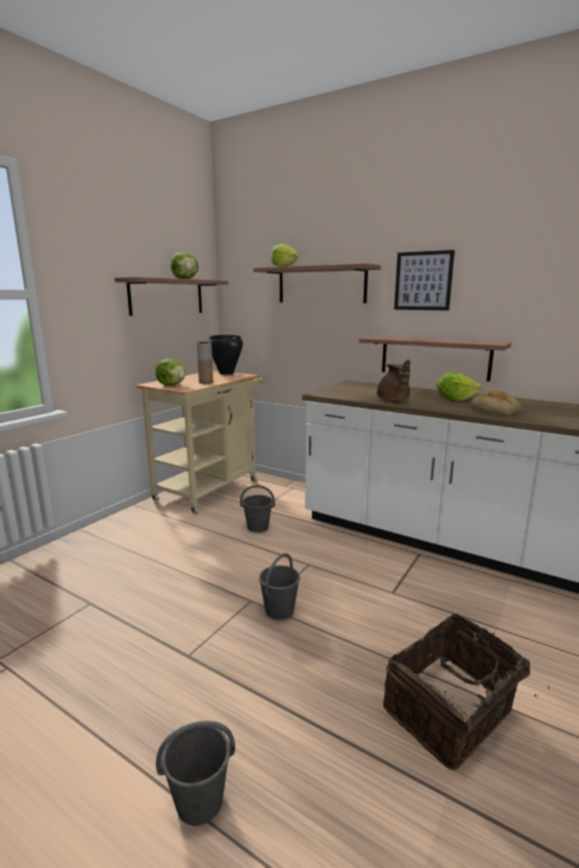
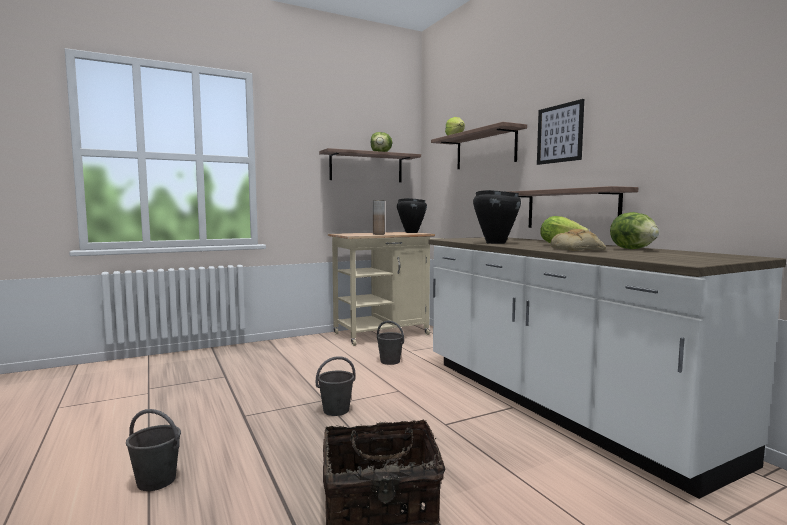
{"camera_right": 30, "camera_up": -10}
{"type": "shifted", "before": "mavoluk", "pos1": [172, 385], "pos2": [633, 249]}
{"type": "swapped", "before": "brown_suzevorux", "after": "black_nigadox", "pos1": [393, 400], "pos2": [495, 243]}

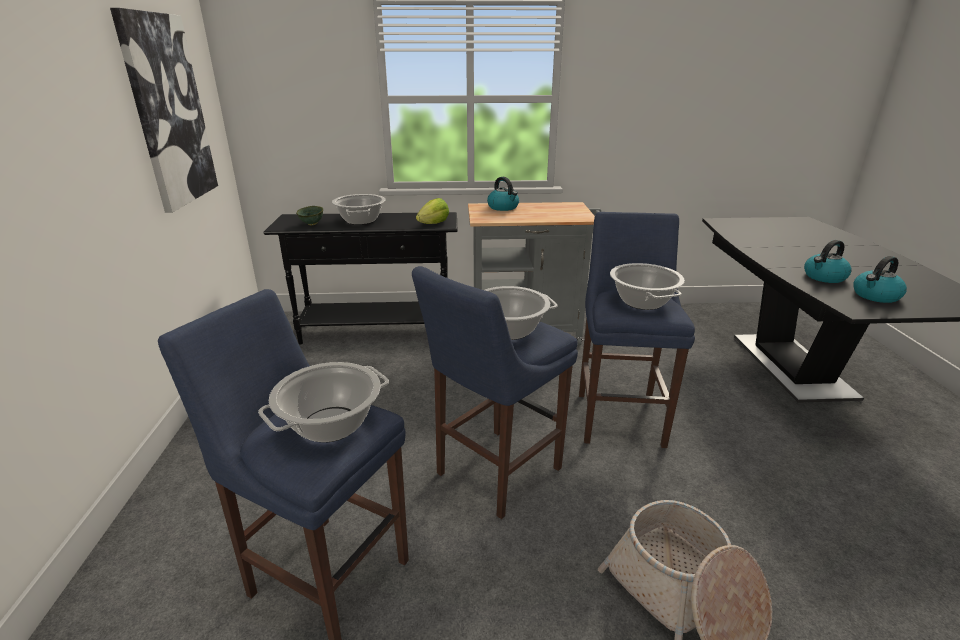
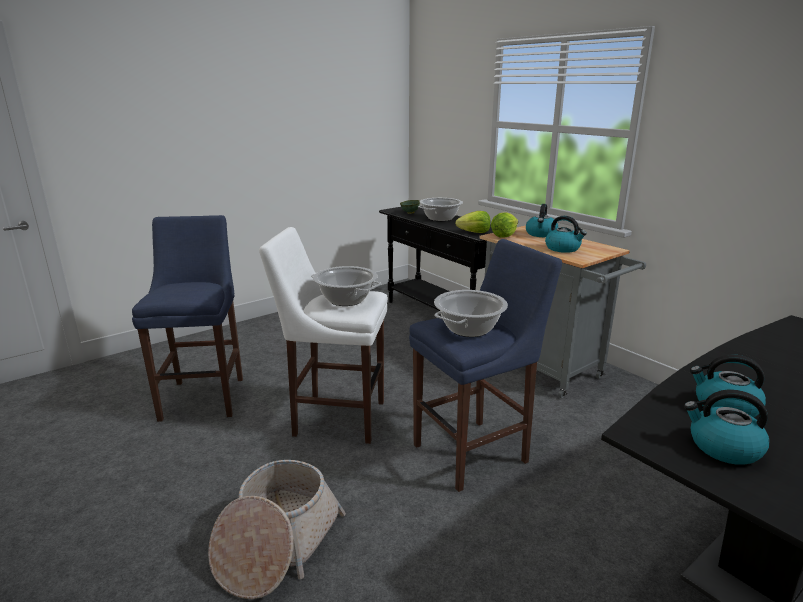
{"camera_right": 55, "camera_up": -5}
{"type": "gone", "before": "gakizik", "pos1": [168, 111]}
{"type": "gone", "before": "nigadox", "pos1": [331, 424]}
{"type": "repainted", "before": "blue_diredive", "after": "white_diredive", "pos1": [494, 473], "pos2": [335, 417]}
{"type": "new", "after": "mavoluk", "pos2": [504, 235]}
{"type": "new", "after": "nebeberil", "pos2": [563, 248]}

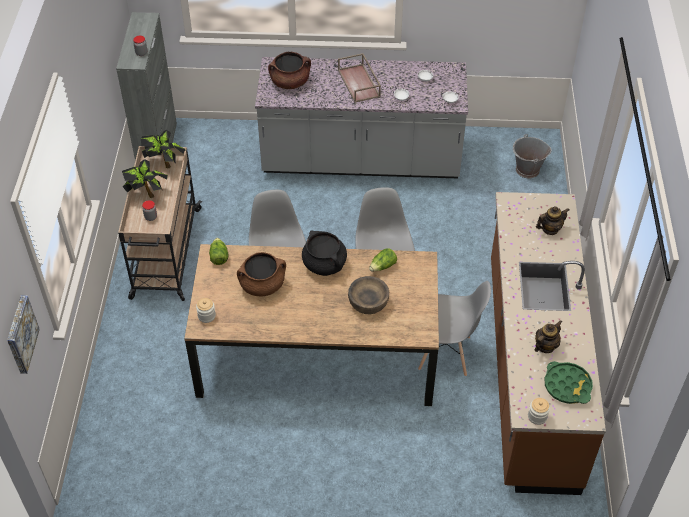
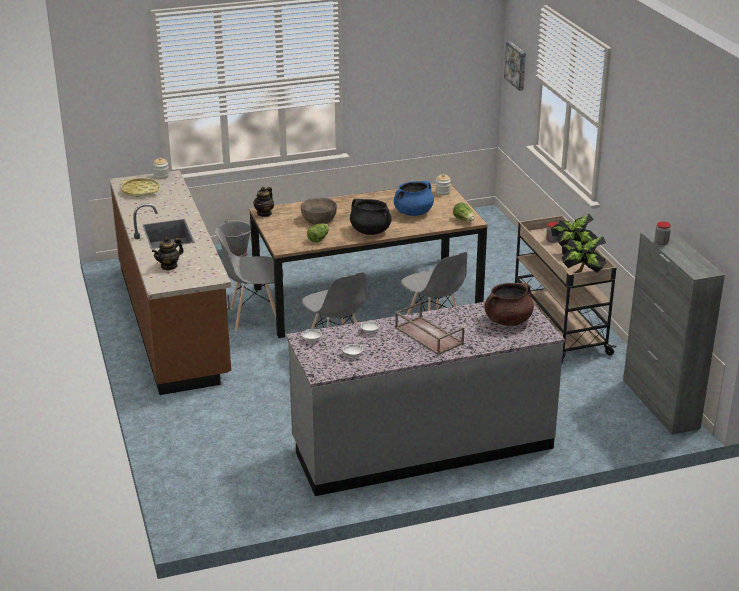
{"camera_right": 160, "camera_up": -20}
{"type": "repainted", "before": "brown_nigadox", "after": "blue_nigadox", "pos1": [262, 285], "pos2": [413, 212]}
{"type": "shifted", "before": "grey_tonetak", "pos1": [527, 170], "pos2": [235, 254]}
{"type": "shifted", "before": "suzevorux", "pos1": [545, 346], "pos2": [264, 213]}
{"type": "repainted", "before": "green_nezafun", "after": "yellow_nezafun", "pos1": [567, 386], "pos2": [140, 191]}

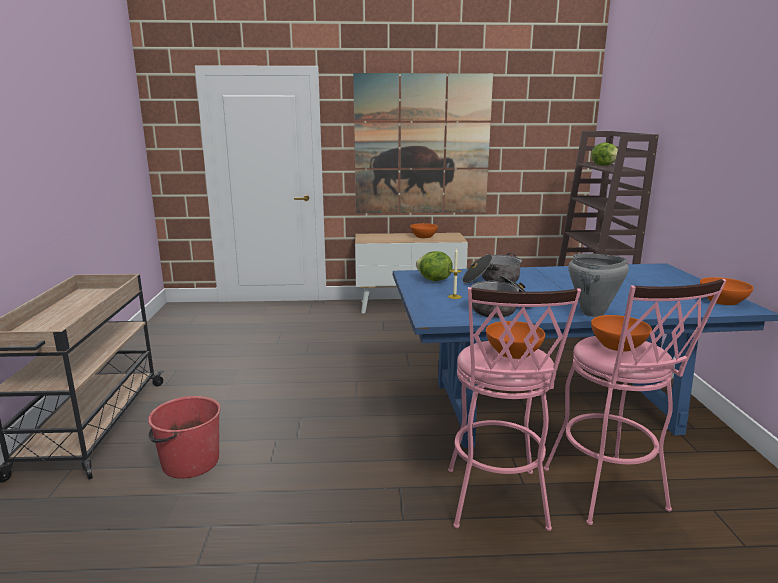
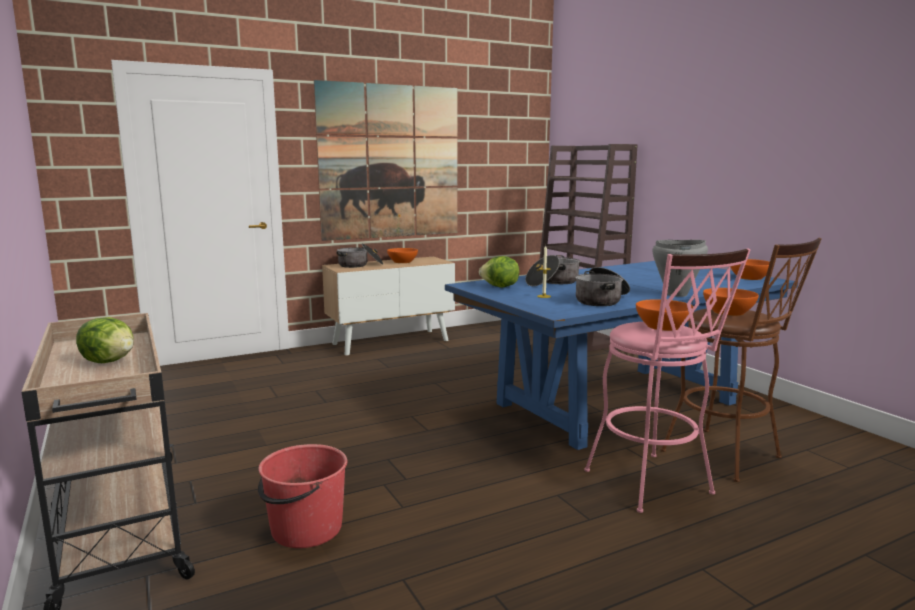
{"camera_right": -25, "camera_up": -5}
{"type": "repainted", "before": "pink_diredive", "after": "brown_diredive", "pos1": [609, 495], "pos2": [729, 457]}
{"type": "shifted", "before": "mavoluk", "pos1": [604, 165], "pos2": [110, 361]}
{"type": "new", "after": "nigadox", "pos2": [360, 265]}

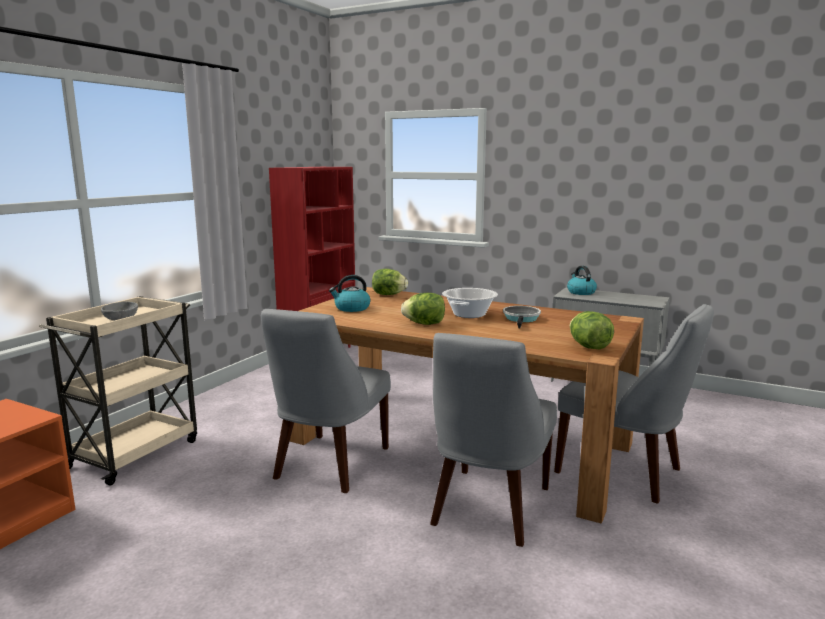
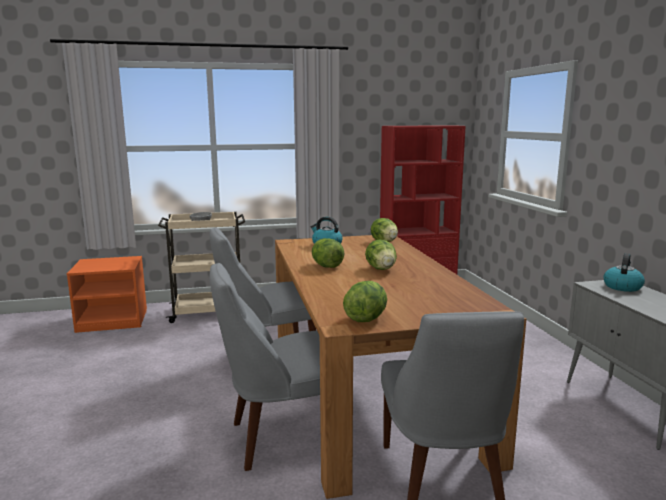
{"camera_right": 50, "camera_up": 0}
{"type": "swapped", "before": "nigadox", "after": "mavoluk", "pos1": [469, 314], "pos2": [381, 269]}
{"type": "gone", "before": "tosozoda", "pos1": [521, 319]}

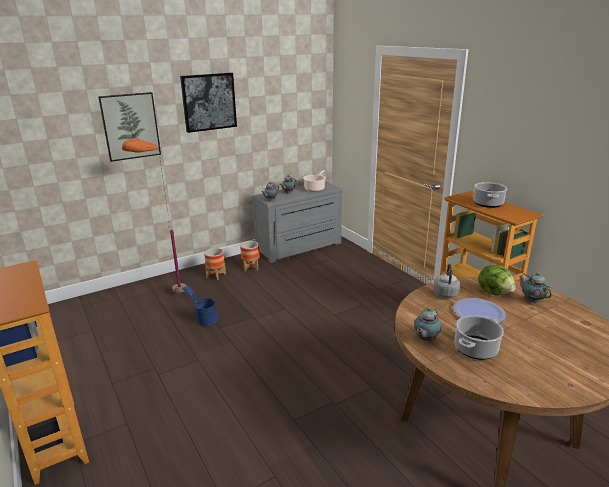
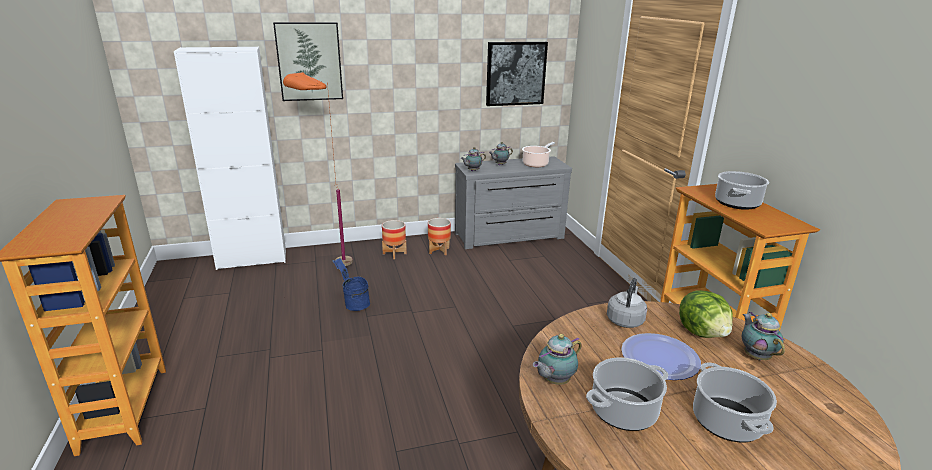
{"camera_right": 15, "camera_up": 0}
{"type": "shifted", "before": "gakizik", "pos1": [209, 102], "pos2": [515, 73]}
{"type": "new", "after": "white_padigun", "pos2": [252, 259]}
{"type": "new", "after": "nigadox", "pos2": [727, 422]}

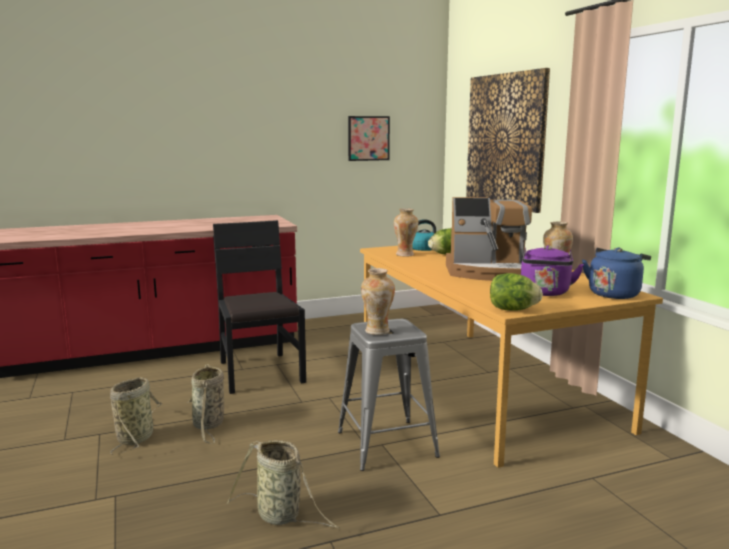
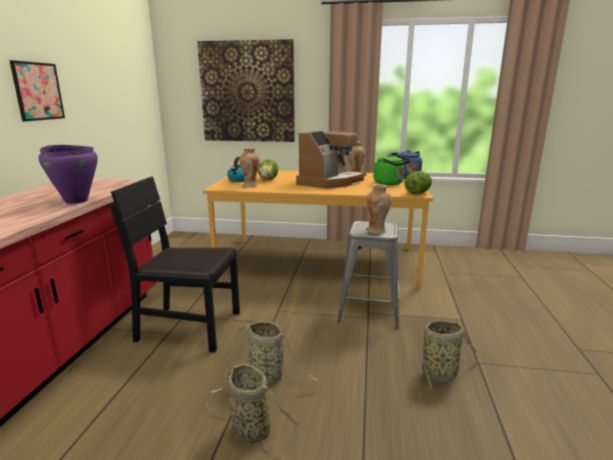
{"camera_right": -60, "camera_up": 5}
{"type": "shifted", "before": "gakizik", "pos1": [368, 138], "pos2": [38, 91]}
{"type": "repainted", "before": "purple_nebeberil", "after": "green_nebeberil", "pos1": [545, 293], "pos2": [390, 183]}
{"type": "new", "after": "purple_nigadox", "pos2": [76, 201]}

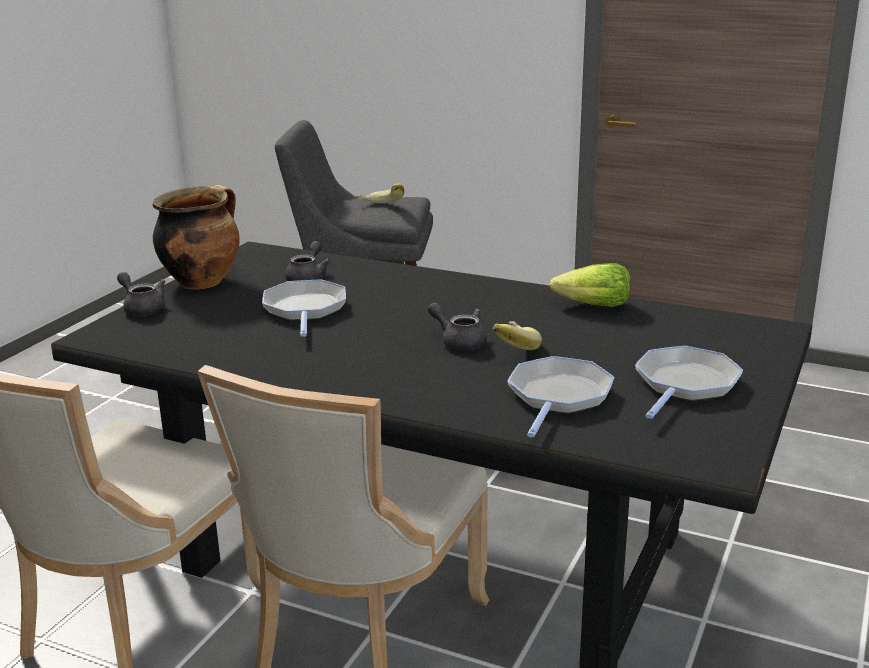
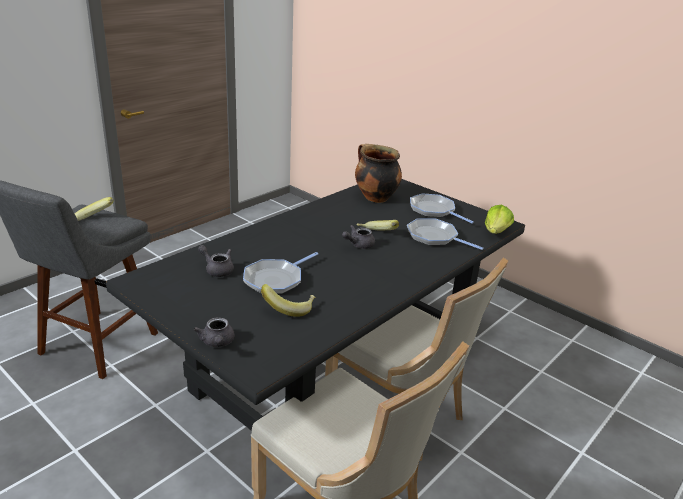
{"camera_right": -75, "camera_up": 5}
{"type": "rotated", "before": "grey_suzevorux", "pos1": [142, 308], "pos2": [217, 343], "turn": -75}
{"type": "shifted", "before": "nigadox", "pos1": [202, 281], "pos2": [374, 197]}
{"type": "rotated", "before": "tosozoda", "pos1": [305, 310], "pos2": [275, 279], "turn": -60}
{"type": "shifted", "before": "mavoluk", "pos1": [593, 306], "pos2": [496, 232]}
{"type": "new", "after": "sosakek", "pos2": [289, 308]}

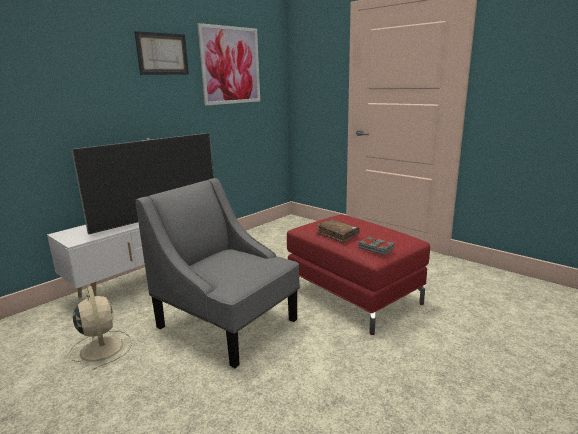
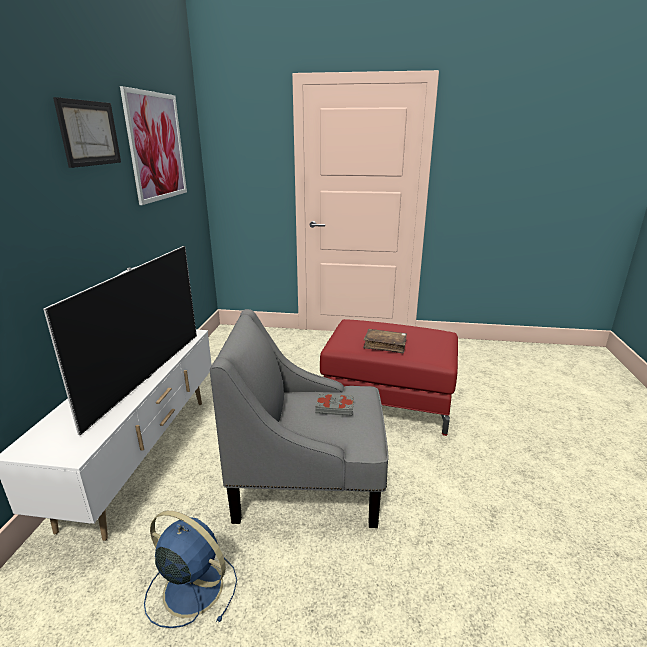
{"camera_right": -35, "camera_up": 5}
{"type": "repainted", "before": "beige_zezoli", "after": "blue_zezoli", "pos1": [101, 347], "pos2": [191, 587]}
{"type": "shifted", "before": "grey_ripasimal", "pos1": [376, 248], "pos2": [335, 407]}

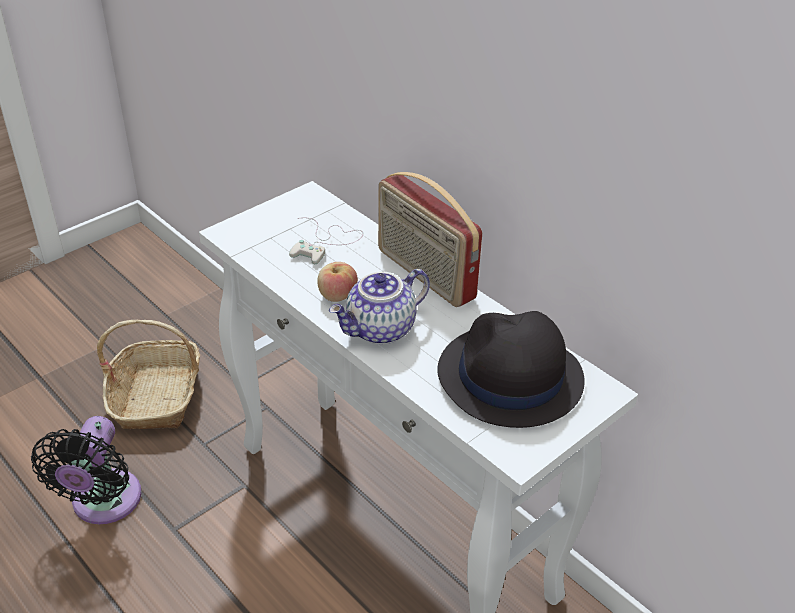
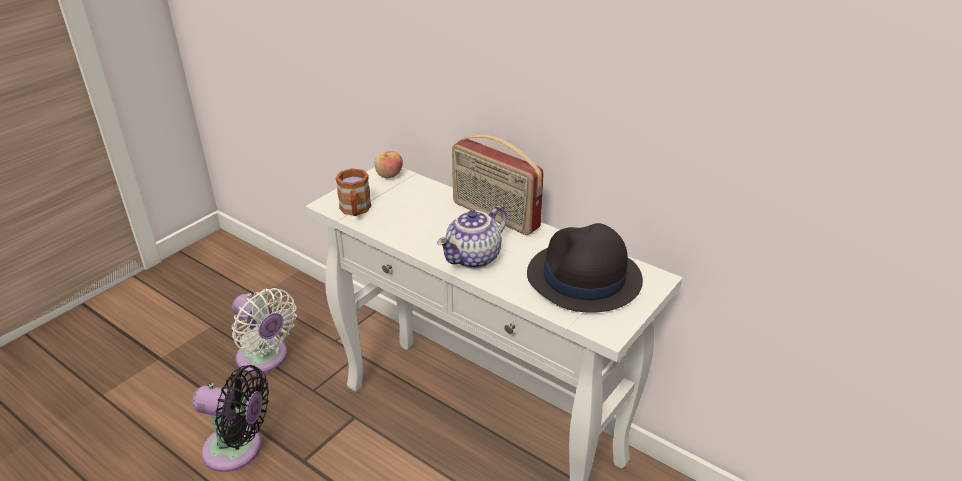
{"camera_right": -10, "camera_up": -5}
{"type": "rotated", "before": "black_zezoli", "pos1": [103, 503], "pos2": [238, 450], "turn": -75}
{"type": "swapped", "before": "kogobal", "after": "white_zezoli", "pos1": [157, 396], "pos2": [265, 359]}
{"type": "gone", "before": "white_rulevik", "pos1": [325, 242]}
{"type": "shifted", "before": "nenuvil", "pos1": [337, 295], "pos2": [389, 175]}
{"type": "new", "after": "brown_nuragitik", "pos2": [355, 211]}

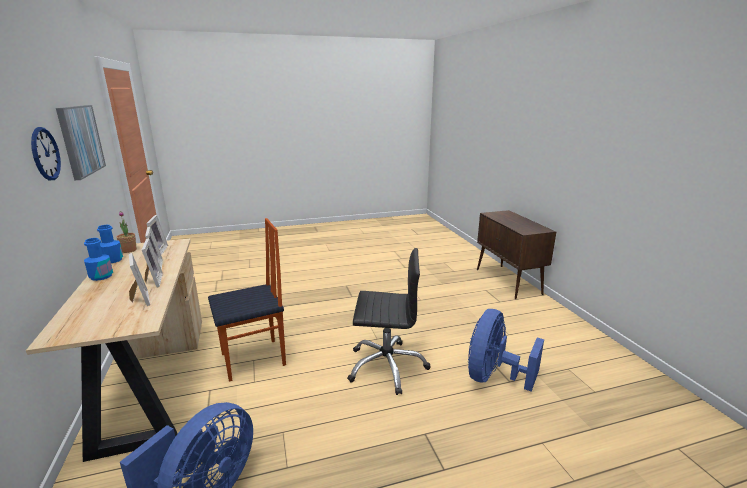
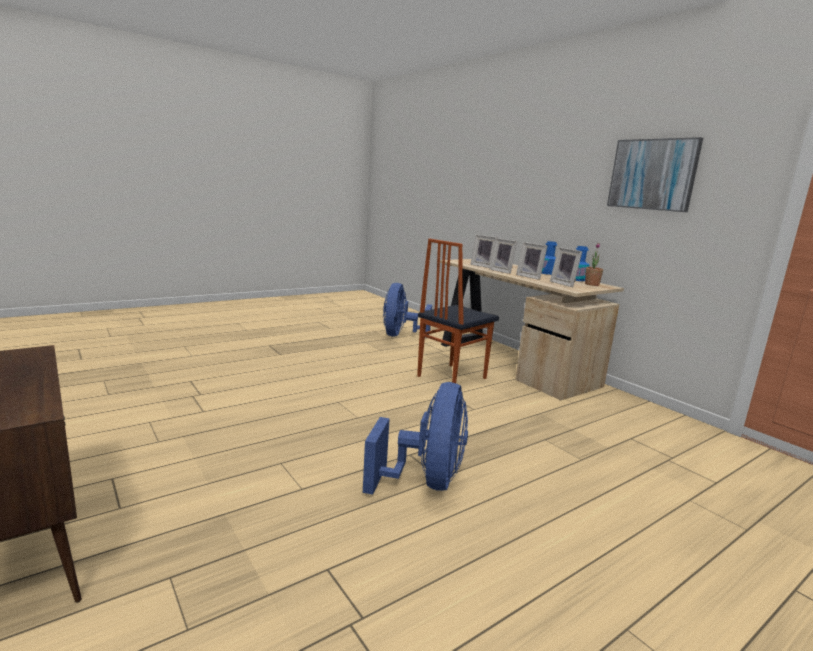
{"camera_right": 160, "camera_up": -5}
{"type": "gone", "before": "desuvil", "pos1": [45, 154]}
{"type": "gone", "before": "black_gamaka", "pos1": [386, 366]}
{"type": "shifted", "before": "blue_zezoli", "pos1": [493, 377], "pos2": [426, 481]}

